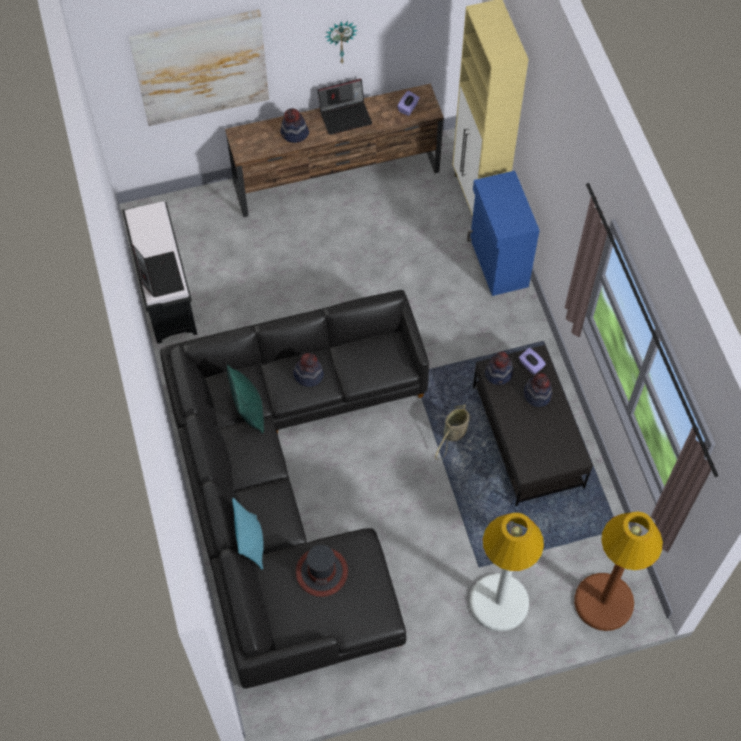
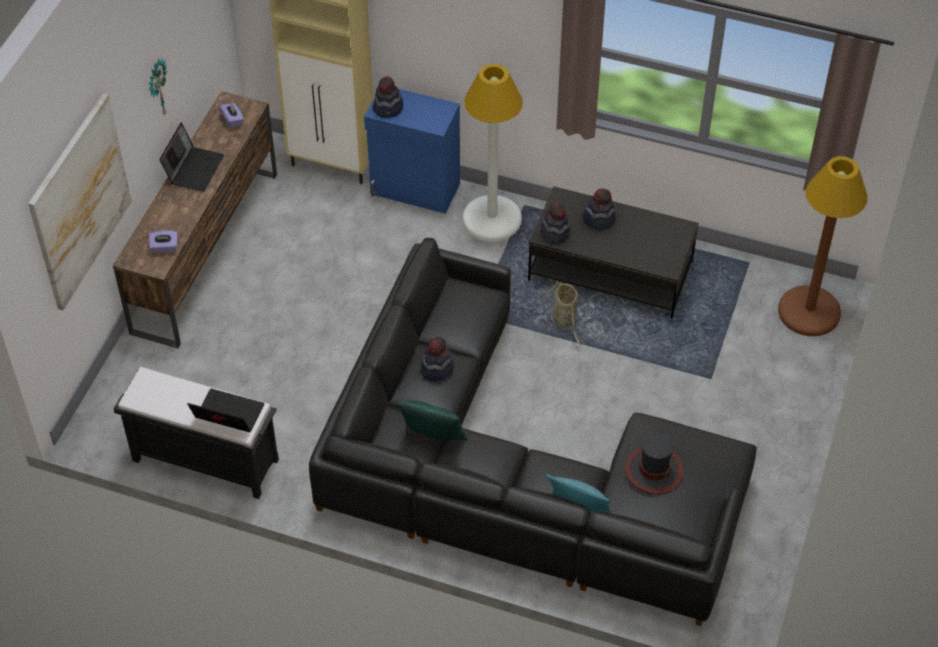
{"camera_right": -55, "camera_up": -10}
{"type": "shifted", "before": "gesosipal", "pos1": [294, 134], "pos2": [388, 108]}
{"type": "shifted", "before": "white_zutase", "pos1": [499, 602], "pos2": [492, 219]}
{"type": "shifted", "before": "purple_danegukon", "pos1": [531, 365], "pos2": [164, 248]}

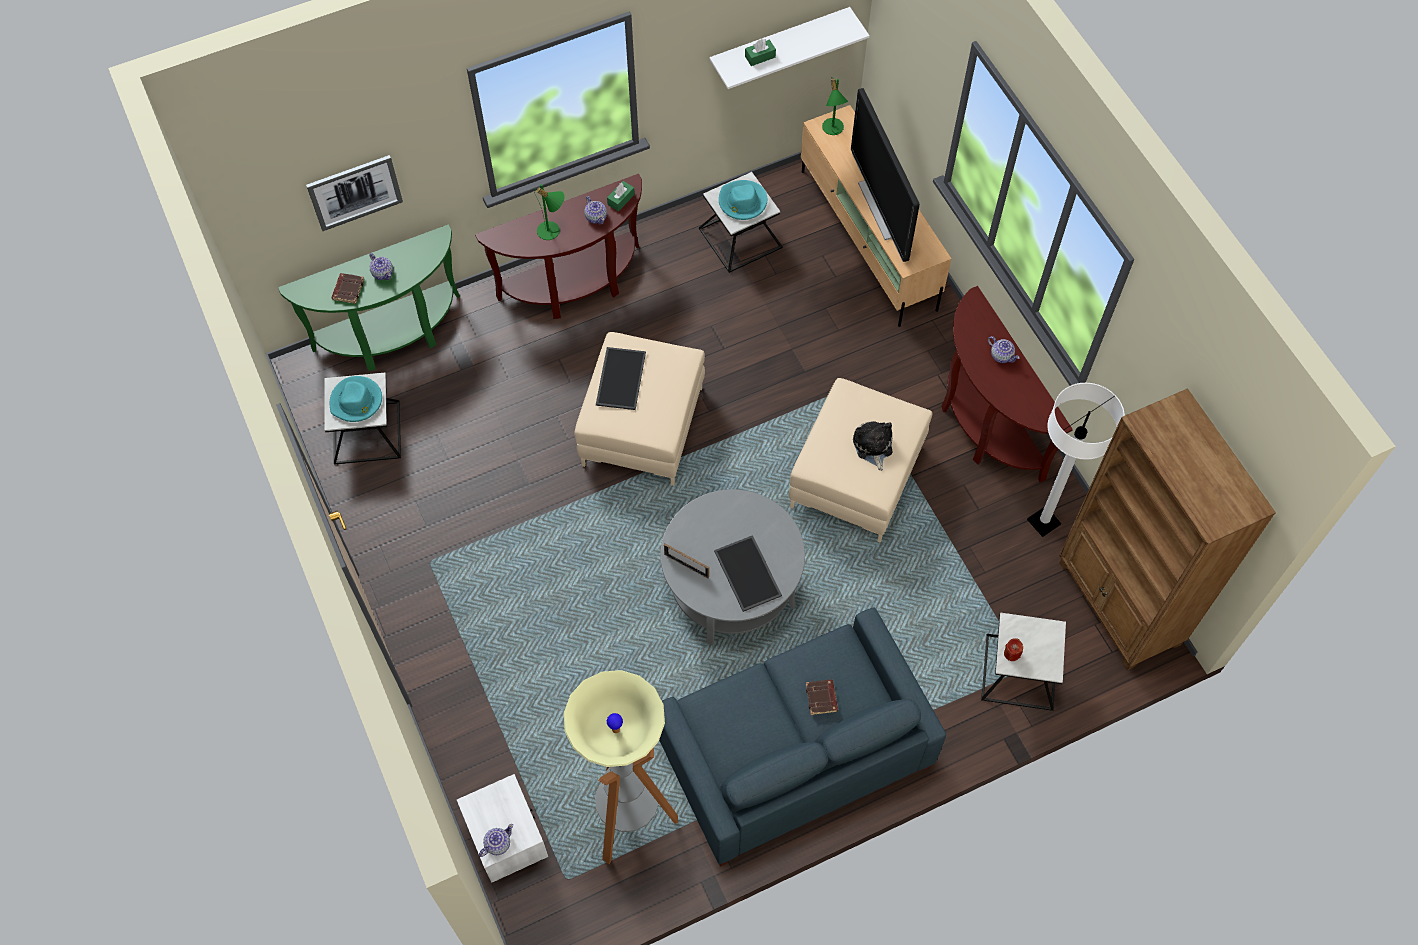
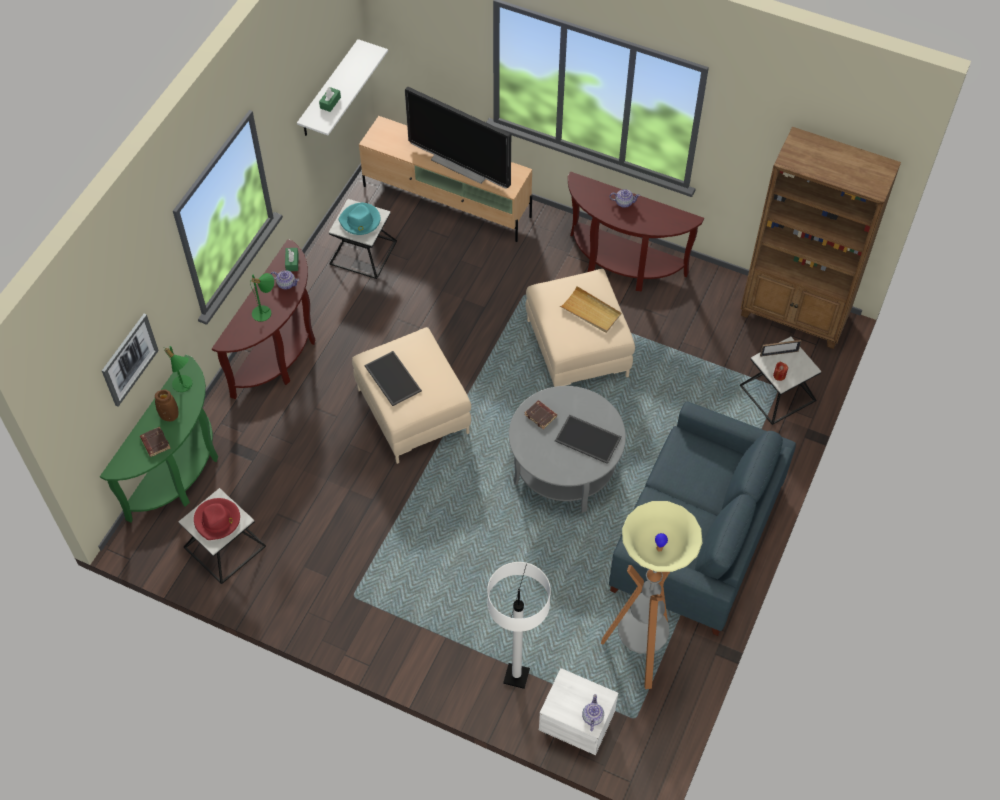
{"camera_right": -40, "camera_up": -5}
{"type": "repainted", "before": "turquoise_gesosipal", "after": "red_gesosipal", "pos1": [356, 401], "pos2": [217, 520]}
{"type": "swapped", "before": "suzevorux", "after": "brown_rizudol", "pos1": [383, 273], "pos2": [169, 415]}
{"type": "shifted", "before": "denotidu", "pos1": [686, 565], "pos2": [779, 353]}
{"type": "shifted", "before": "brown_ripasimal", "pos1": [822, 698], "pos2": [541, 416]}
{"type": "shifted", "before": "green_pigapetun", "pos1": [833, 130], "pos2": [184, 386]}
{"type": "swapped", "before": "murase", "after": "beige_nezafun", "pos1": [873, 447], "pos2": [591, 311]}
{"type": "shifted", "before": "white_zutase", "pos1": [1043, 522], "pos2": [516, 676]}

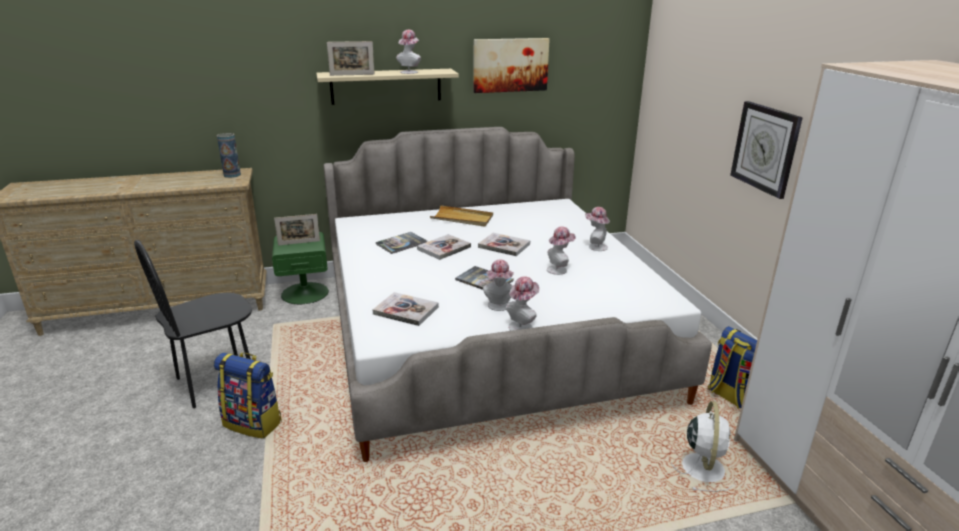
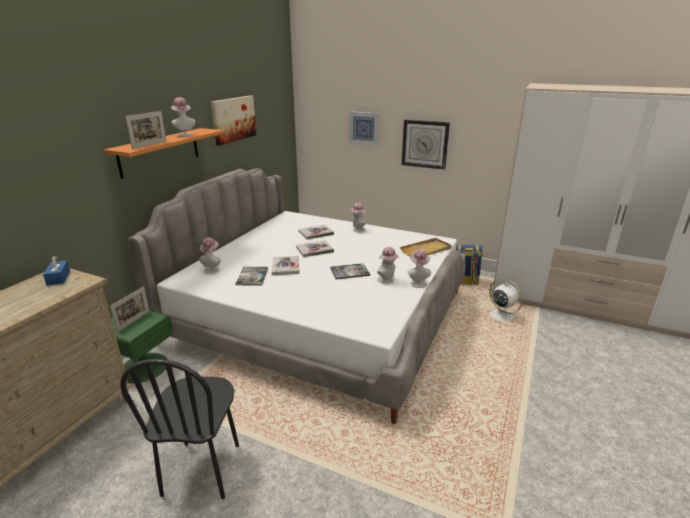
{"camera_right": -50, "camera_up": 0}
{"type": "gone", "before": "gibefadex", "pos1": [254, 423]}
{"type": "swapped", "before": "rizudol", "after": "blue_danegukon", "pos1": [232, 175], "pos2": [58, 278]}
{"type": "repainted", "before": "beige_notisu", "after": "orange_notisu", "pos1": [386, 86], "pos2": [160, 152]}
{"type": "shifted", "before": "ripasimal", "pos1": [406, 310], "pos2": [316, 233]}
{"type": "shifted", "before": "beige_nezafun", "pos1": [462, 218], "pos2": [426, 250]}
{"type": "shifted", "before": "gesosipal", "pos1": [559, 269], "pos2": [212, 269]}
{"type": "new", "after": "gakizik", "pos2": [364, 128]}

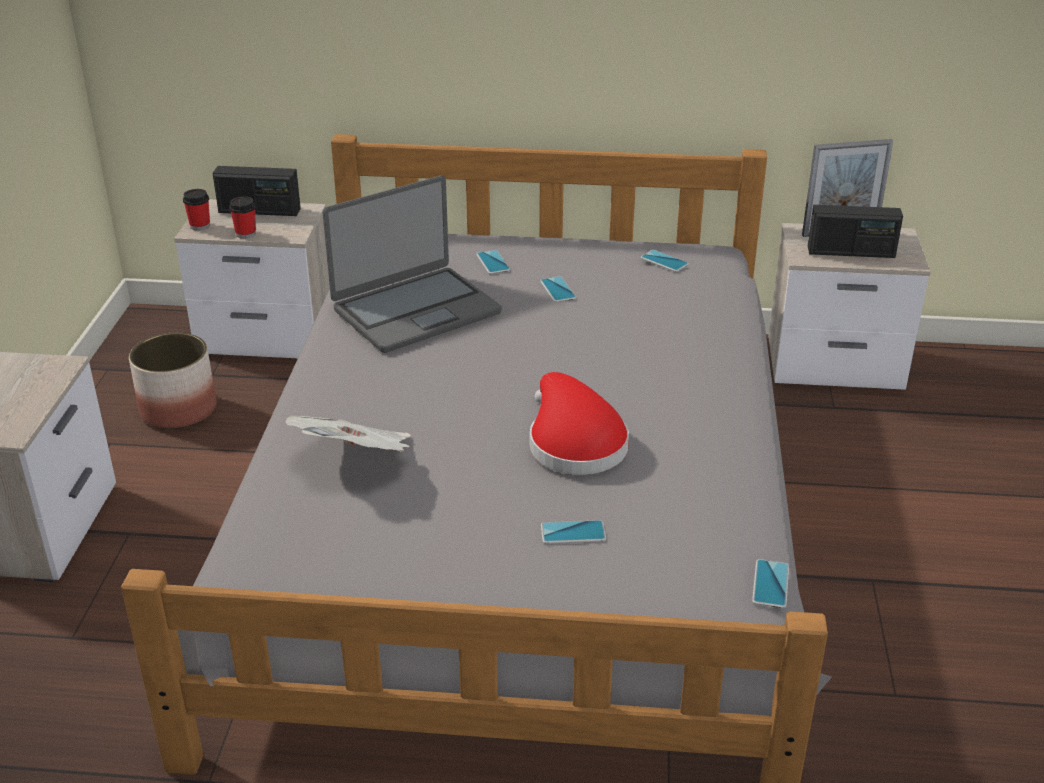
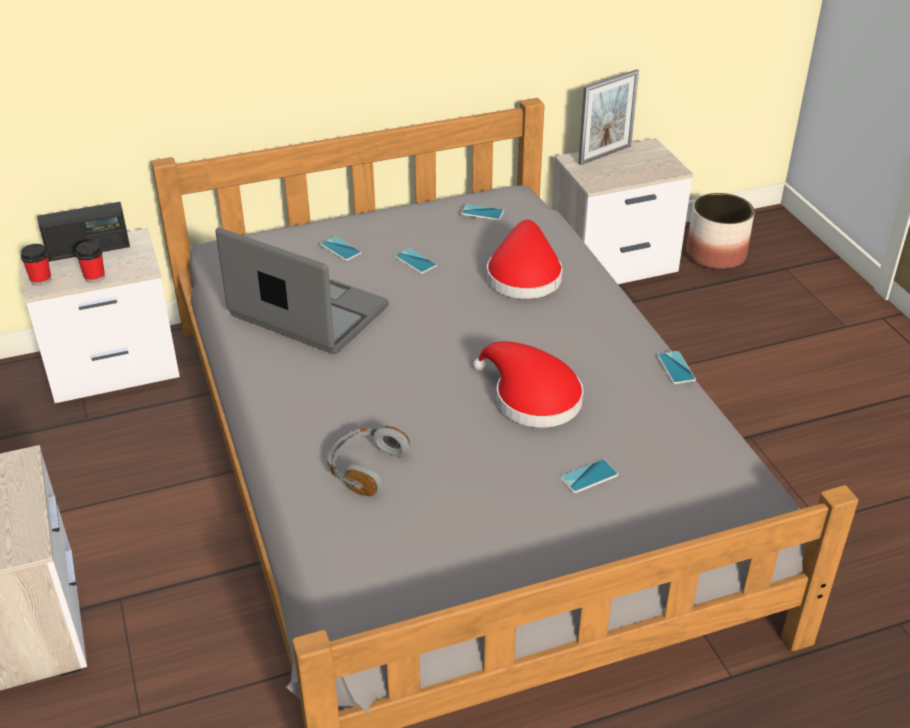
{"camera_right": -25, "camera_up": 5}
{"type": "shifted", "before": "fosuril", "pos1": [178, 409], "pos2": [715, 254]}
{"type": "swapped", "before": "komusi", "after": "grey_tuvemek", "pos1": [357, 459], "pos2": [366, 468]}
{"type": "rotated", "before": "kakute", "pos1": [415, 310], "pos2": [308, 313], "turn": -90}
{"type": "shifted", "before": "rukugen", "pos1": [770, 584], "pos2": [676, 368]}
{"type": "gone", "before": "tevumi", "pos1": [851, 252]}
{"type": "new", "after": "red_gesosipal", "pos2": [523, 275]}

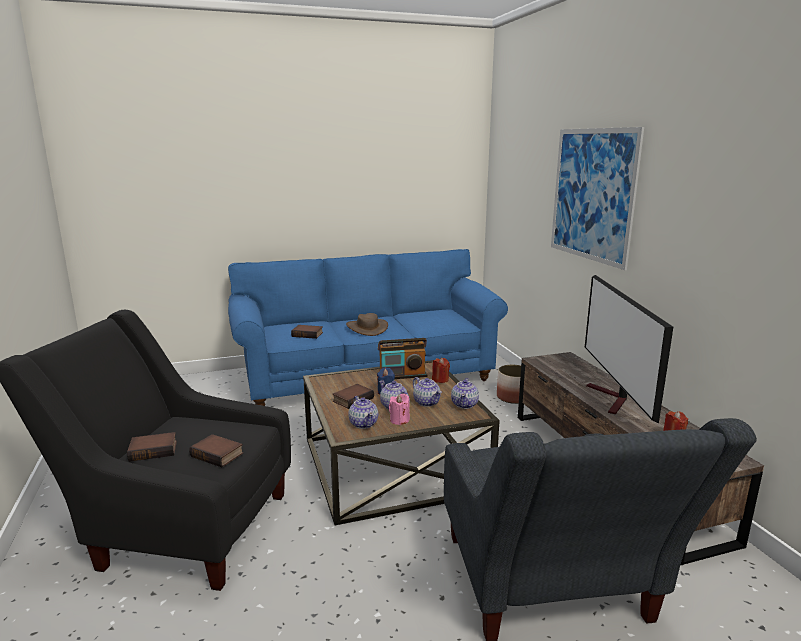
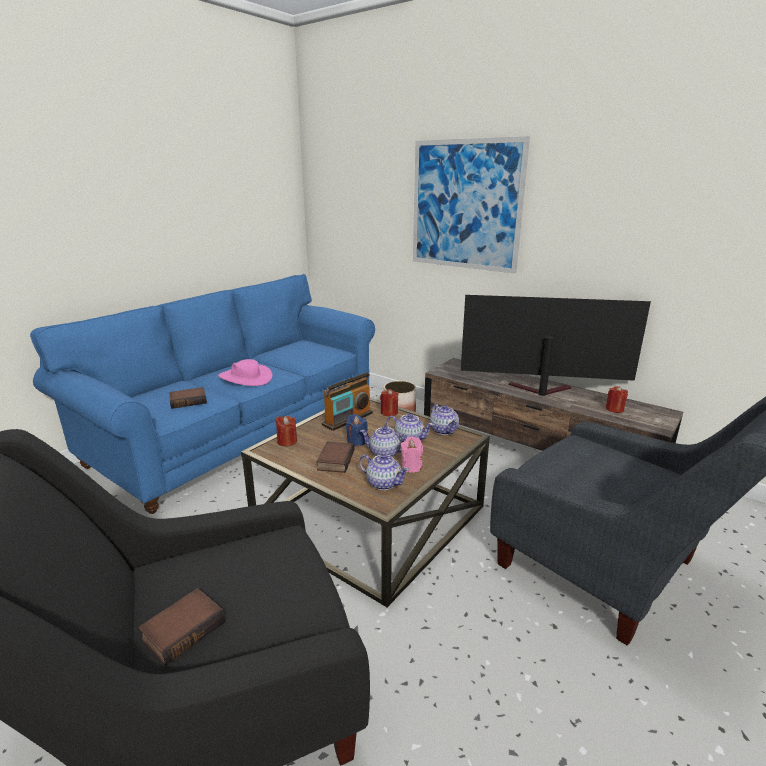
{"camera_right": -35, "camera_up": 5}
{"type": "gone", "before": "ripasimal", "pos1": [218, 454]}
{"type": "repainted", "before": "brown_gesosipal", "after": "pink_gesosipal", "pos1": [367, 328], "pos2": [245, 377]}
{"type": "rotated", "before": "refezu", "pos1": [613, 399], "pos2": [538, 390], "turn": 135}
{"type": "new", "after": "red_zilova", "pos2": [287, 441]}

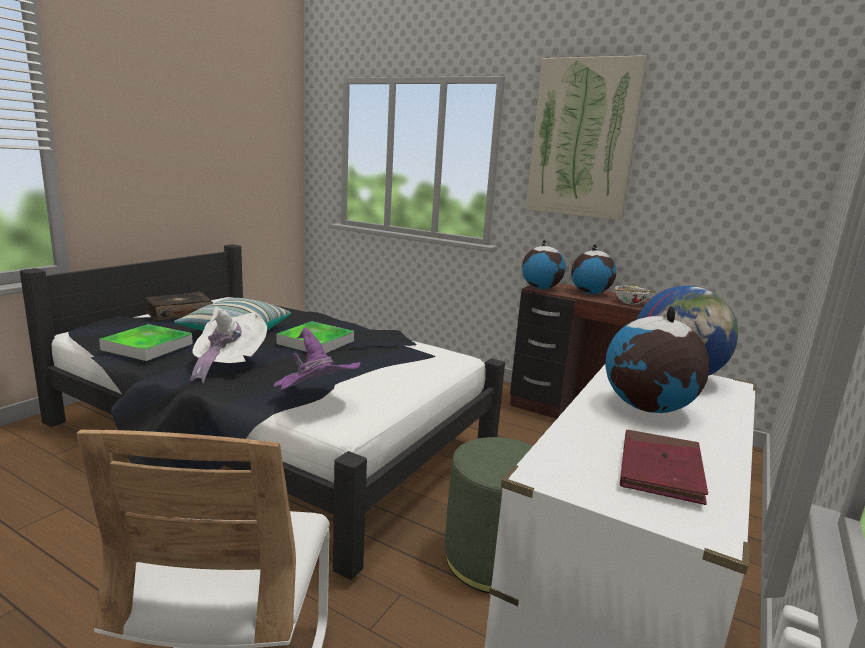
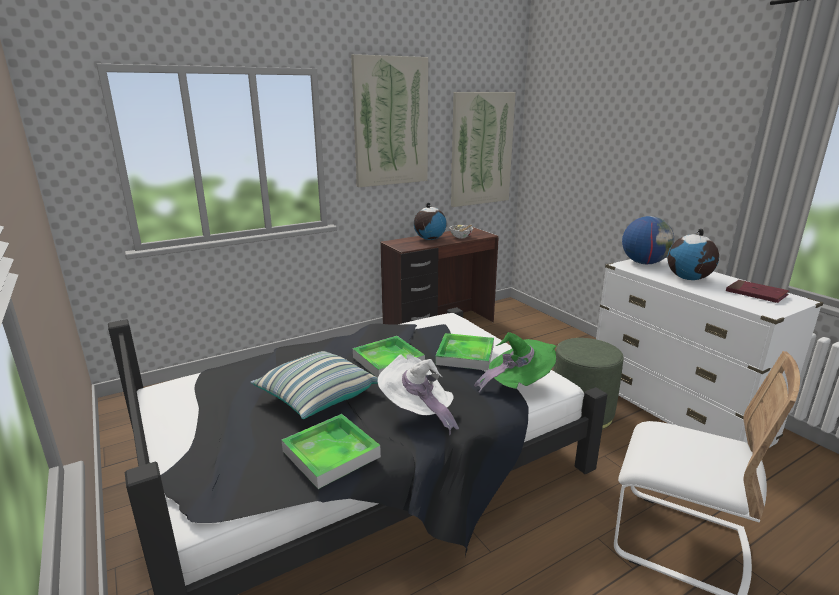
{"camera_right": -60, "camera_up": 5}
{"type": "gone", "before": "ripasimal", "pos1": [180, 314]}
{"type": "repainted", "before": "purple_gesosipal", "after": "green_gesosipal", "pos1": [315, 400], "pos2": [517, 384]}
{"type": "gone", "before": "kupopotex", "pos1": [540, 288]}
{"type": "new", "after": "nezafun", "pos2": [465, 355]}
{"type": "new", "after": "gakizik", "pos2": [481, 149]}

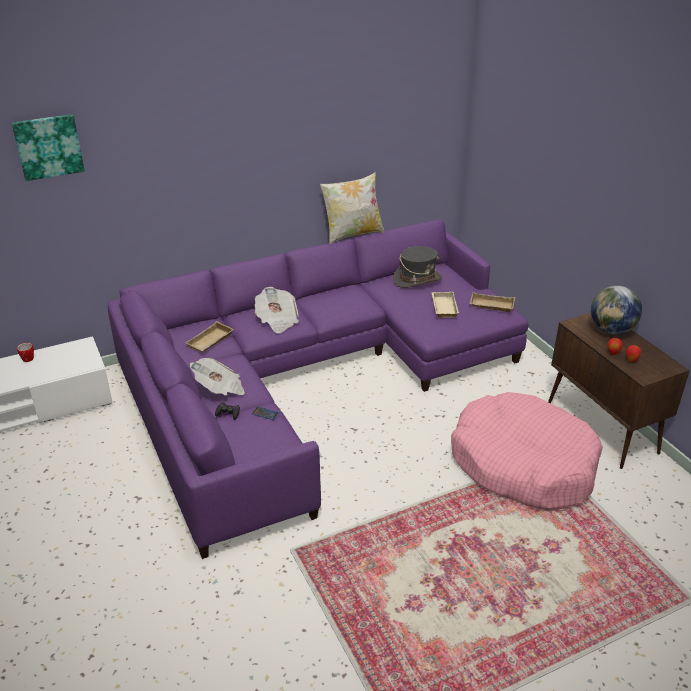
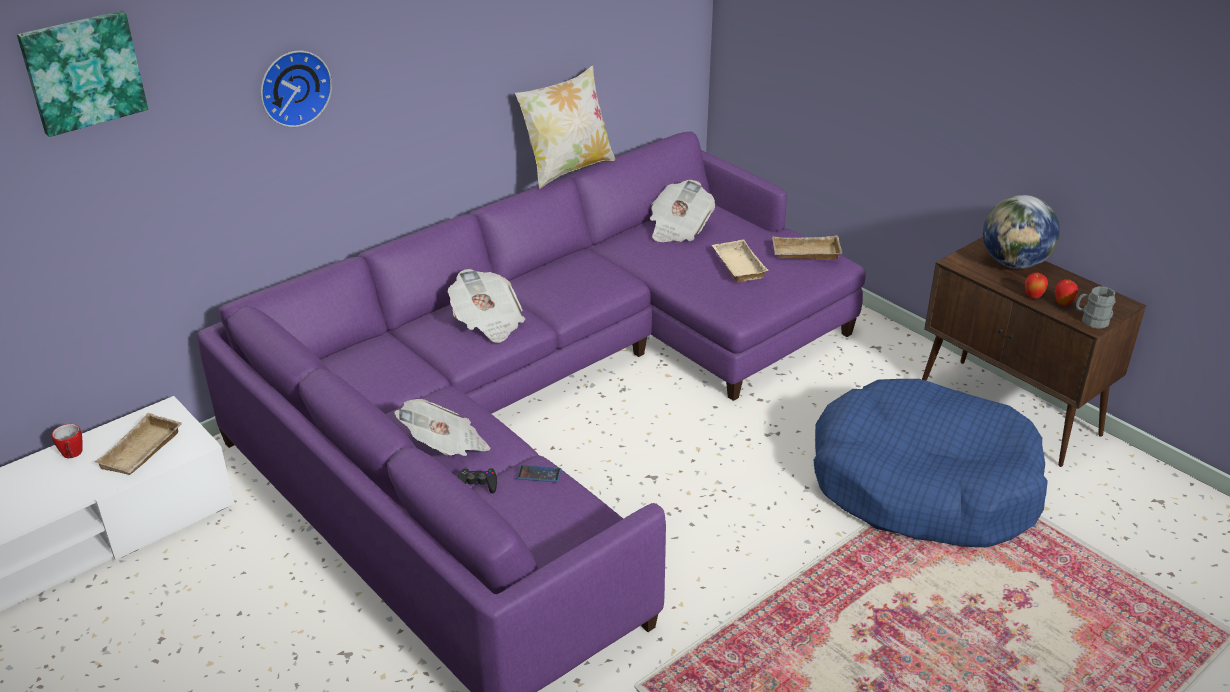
{"camera_right": -15, "camera_up": 0}
{"type": "shifted", "before": "beige_nezafun", "pos1": [210, 341], "pos2": [142, 452]}
{"type": "swapped", "before": "grey_gesosipal", "after": "komusi", "pos1": [417, 280], "pos2": [678, 229]}
{"type": "repainted", "before": "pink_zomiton", "after": "blue_zomiton", "pos1": [522, 464], "pos2": [923, 485]}
{"type": "new", "after": "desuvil", "pos2": [293, 87]}
{"type": "new", "after": "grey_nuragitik", "pos2": [1091, 320]}

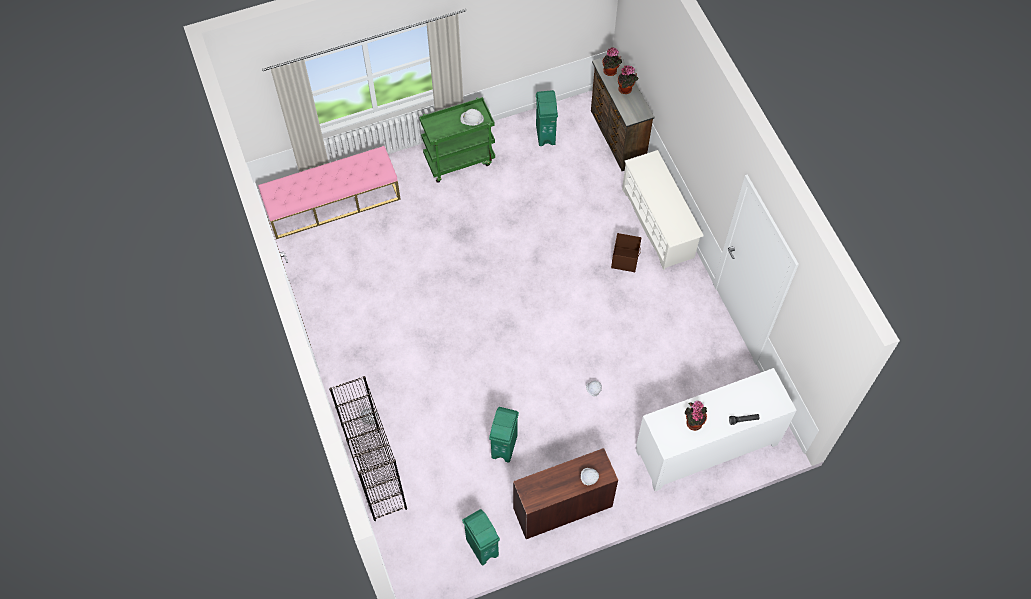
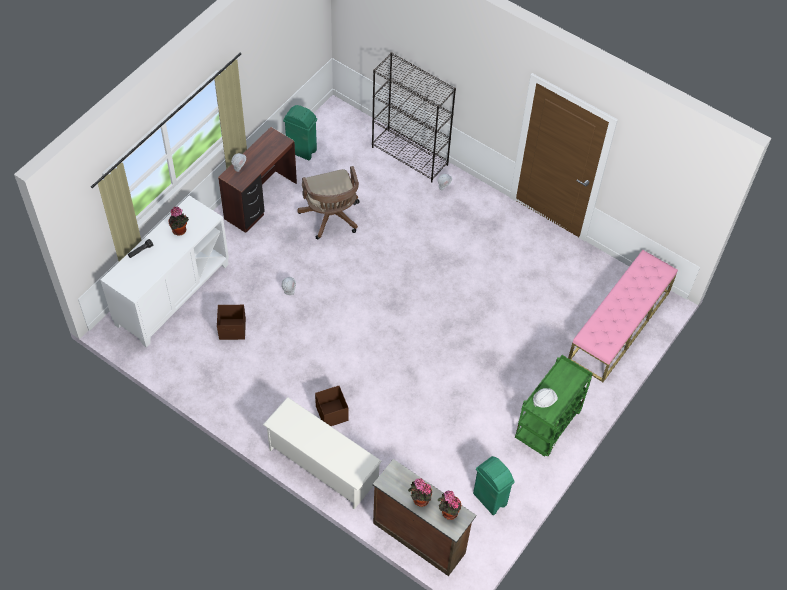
{"camera_right": 145, "camera_up": -5}
{"type": "swapped", "before": "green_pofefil", "after": "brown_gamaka", "pos1": [504, 446], "pos2": [331, 218]}
{"type": "new", "after": "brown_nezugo", "pos2": [233, 329]}

